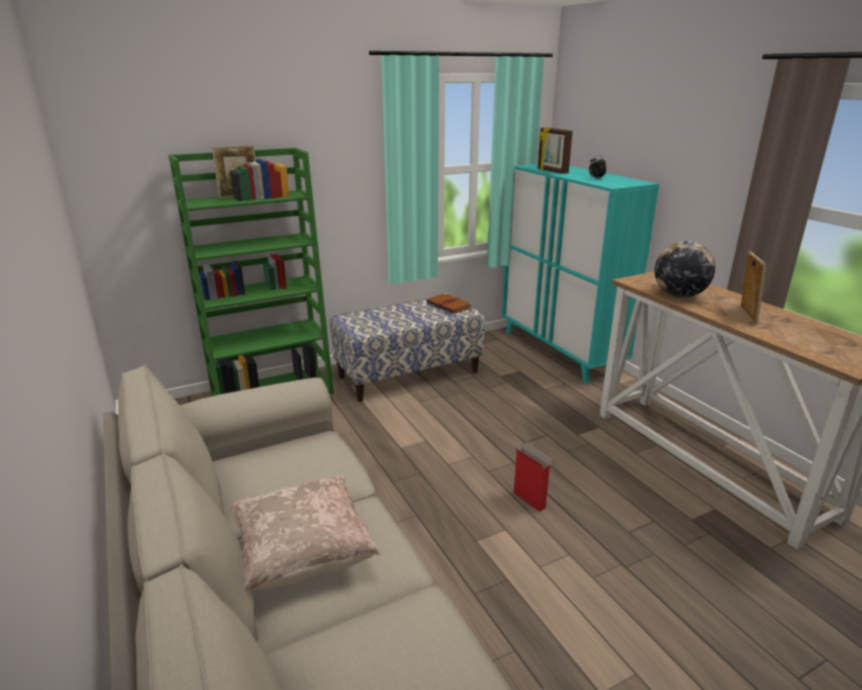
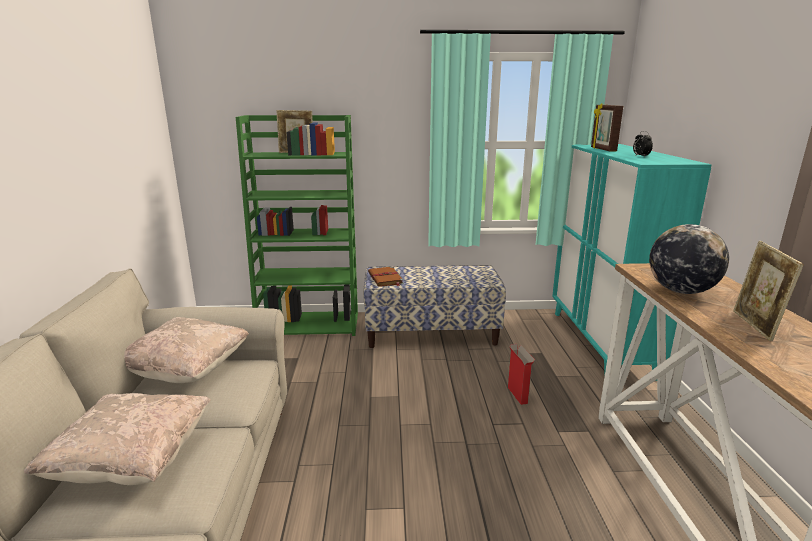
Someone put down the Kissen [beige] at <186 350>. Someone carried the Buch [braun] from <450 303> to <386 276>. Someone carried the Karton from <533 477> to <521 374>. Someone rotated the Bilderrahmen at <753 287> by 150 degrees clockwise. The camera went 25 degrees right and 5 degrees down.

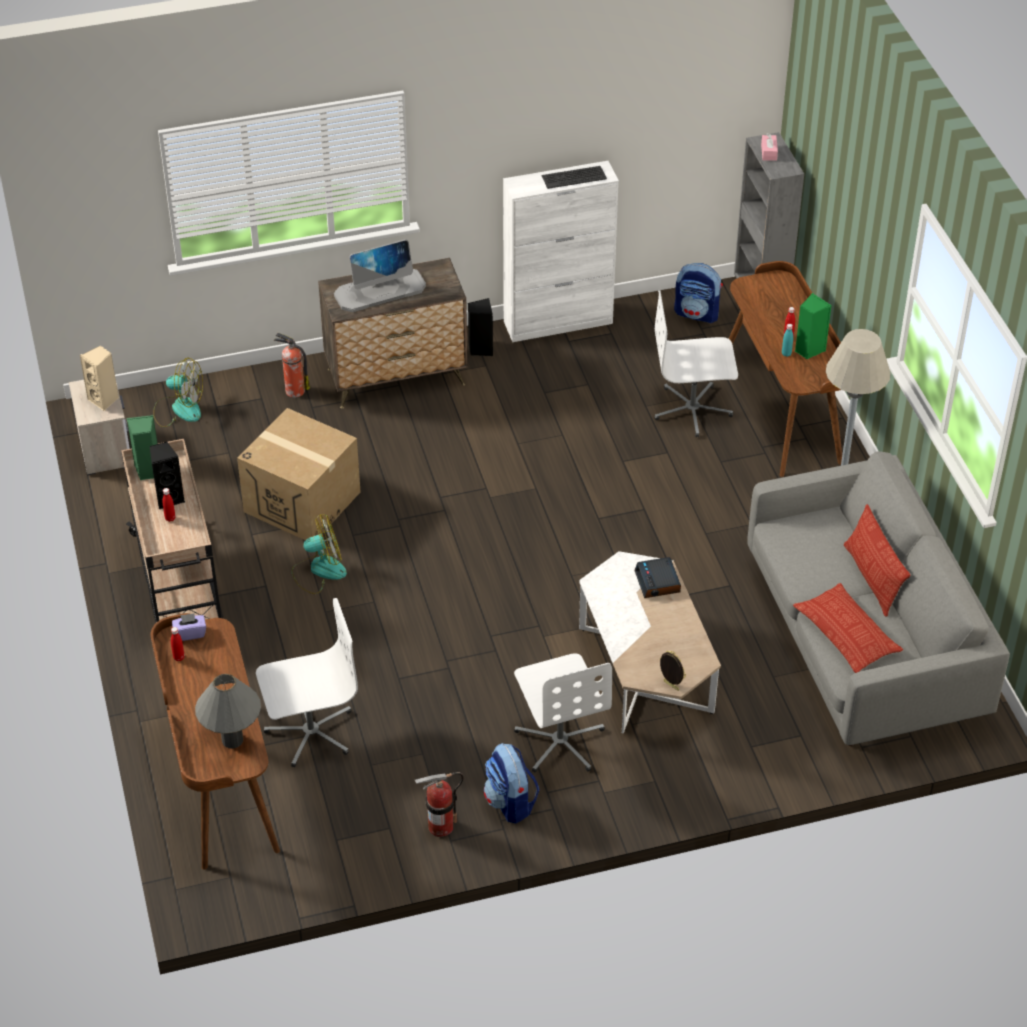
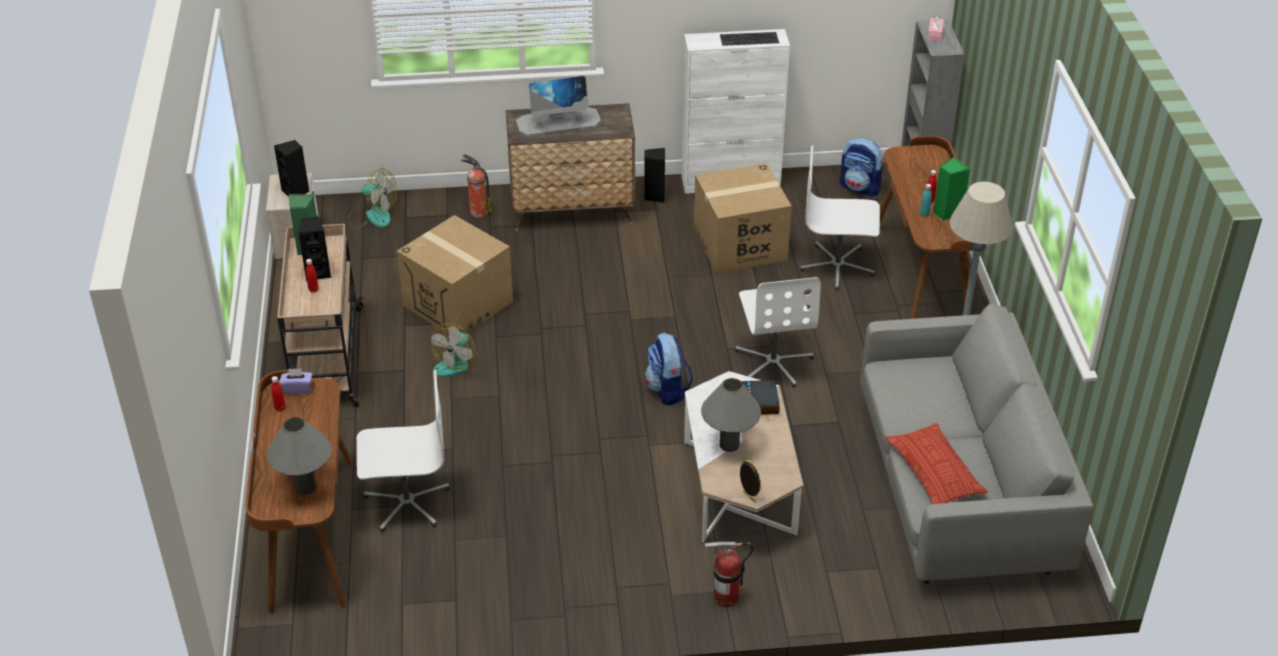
Someone took away the Kissen at <877 560>. Someone put down the Karton at <743 218>. Someone put down the Tischlampe [grau] at <731 415>. Someone carried the Feuerlöscher from <439 804> to <728 574>. Someone carried the Rucksack from <512 783> to <669 369>. Someone carried the Bürostuhl [weiß] from <563 713> to <778 332>. Someone repainted the Lautsprecher [beige] at <99 378>, which became the Lautsprecher [schwarz] at <292 168>. Someone rotated the Ventilator at <319 554> by 120 degrees clockwise. The camera went 10 degrees right and 5 degrees down.

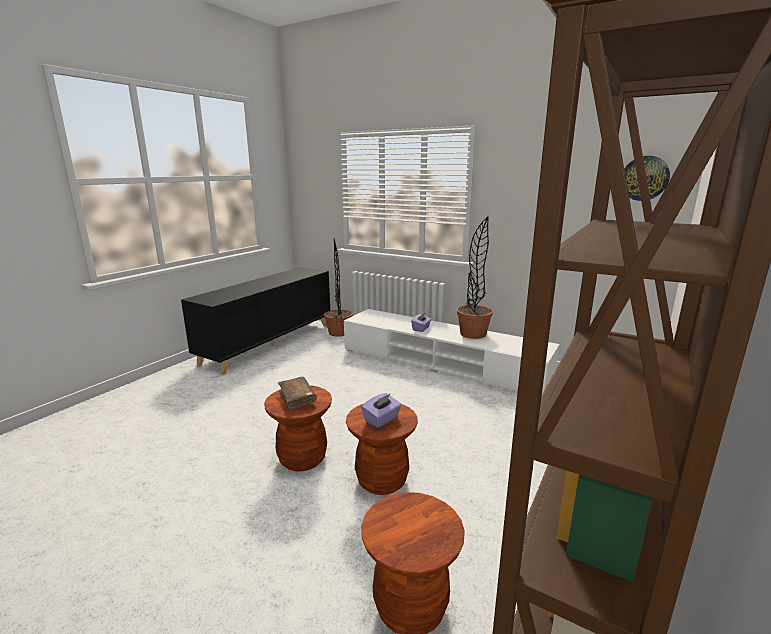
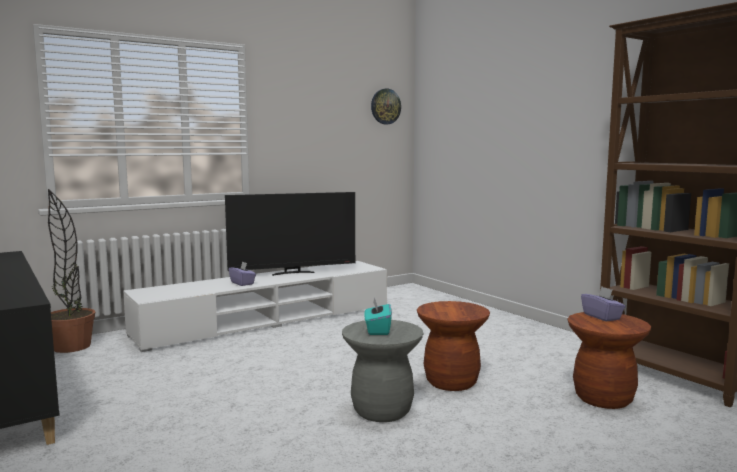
Someone carried the Taschentuchbox [lila] from <381 410> to <603 303>. Someone swapped the Buch [braun] at <297 394> for the Taschentuchbox [türkis] at <378 316>. Someone swapped the Topfpflanze at <475 277> for the Fernseher at <290 234>. Someone repainted the Hocker [braun] at <298 428>, which became the Hocker [grau] at <382 371>. The camera went 65 degrees left and 10 degrees down.

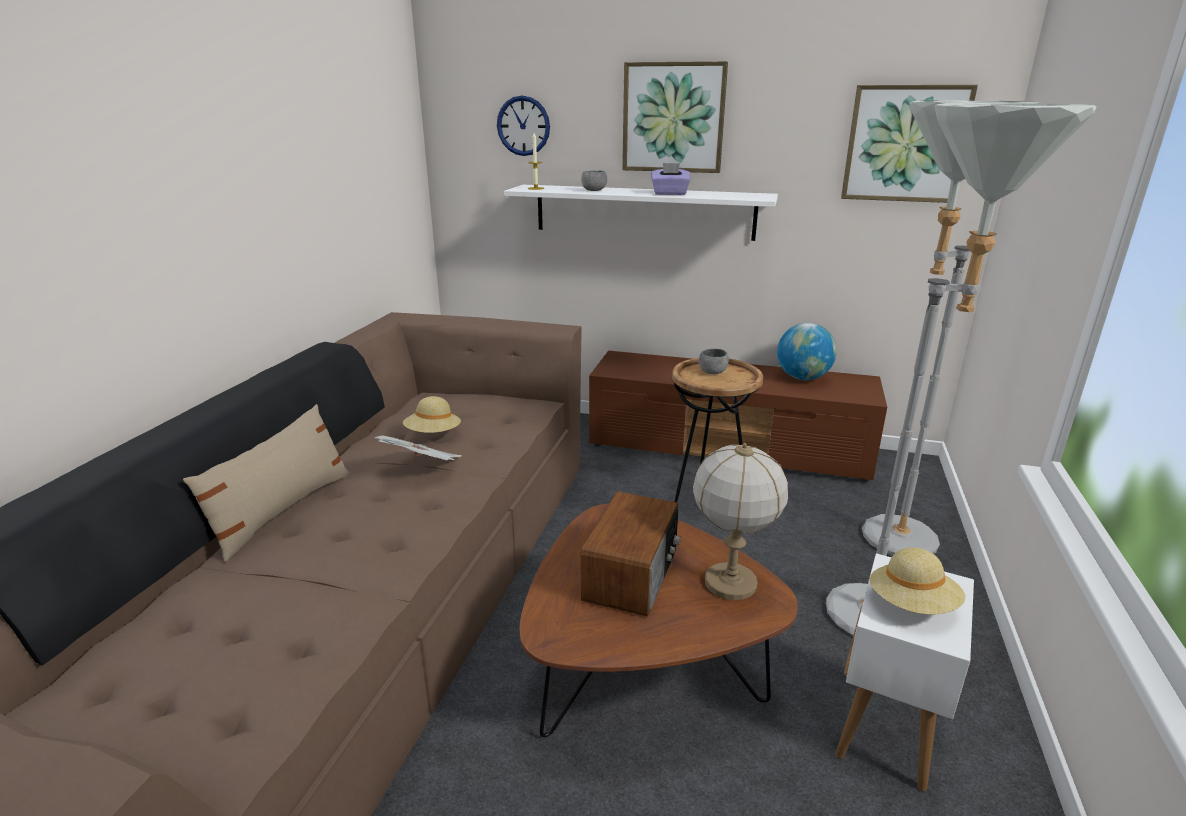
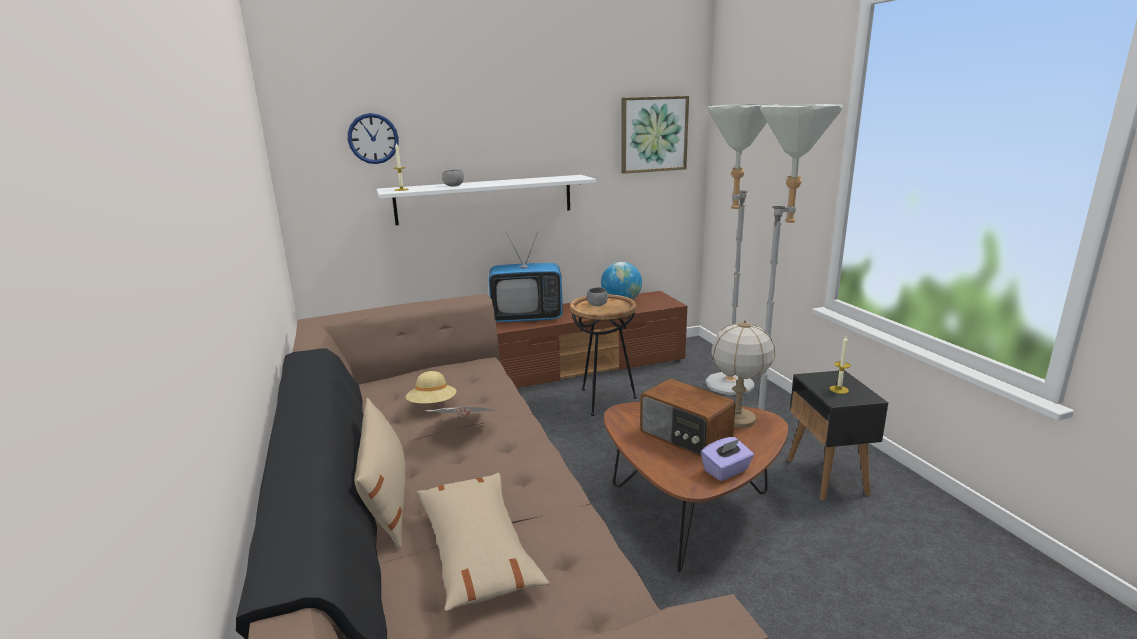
Someone took away the Bild at <675 117>. Someone put down the Kissen [beige] at <483 542>. Someone put down the Fernseher at <525 277>. Someone carried the Taschentuchbox [lila] from <670 179> to <727 459>. Someone swapped the Hut [beige] at <917 580> for the Kerze at <840 365>. Someone repainted the Beistelltisch [weiß] at <904 672>, which became the Beistelltisch [schwarz] at <837 435>. Someone rotated the Radio at <631 554> by 150 degrees clockwise. The camera went 35 degrees left and 5 degrees down.

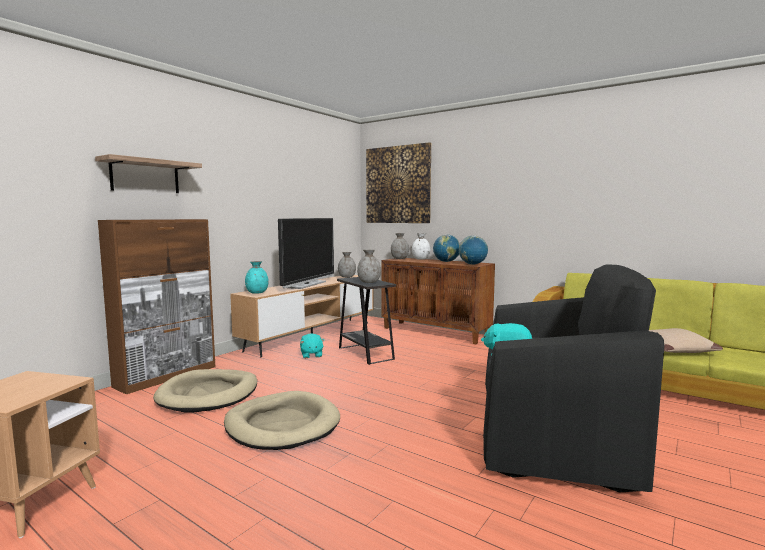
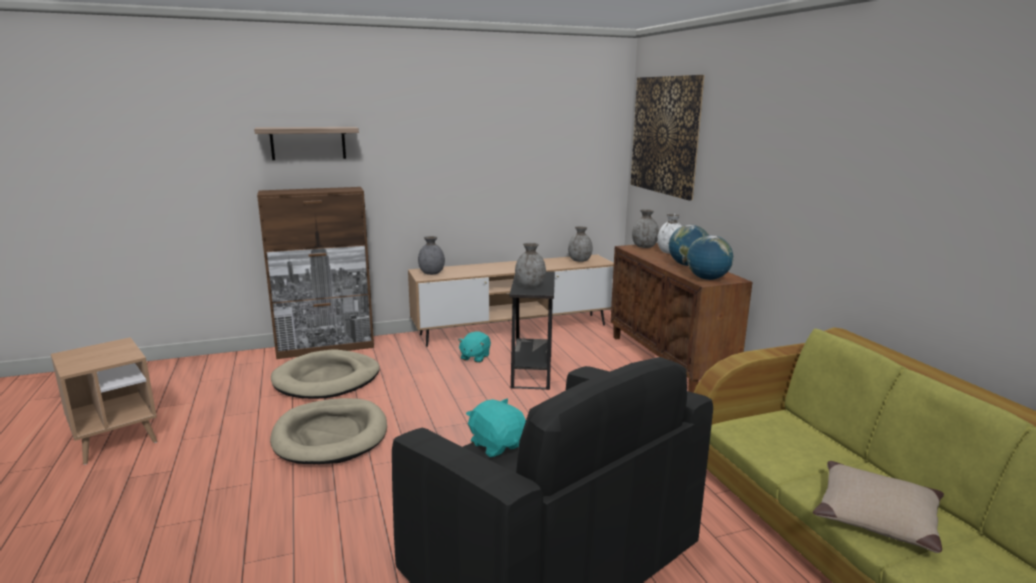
Someone took away the Fernseher at <306 253>. Someone repainted the Vase [türkis] at <257 277>, which became the Vase [grau] at <431 255>. The camera went 35 degrees right and 10 degrees up.

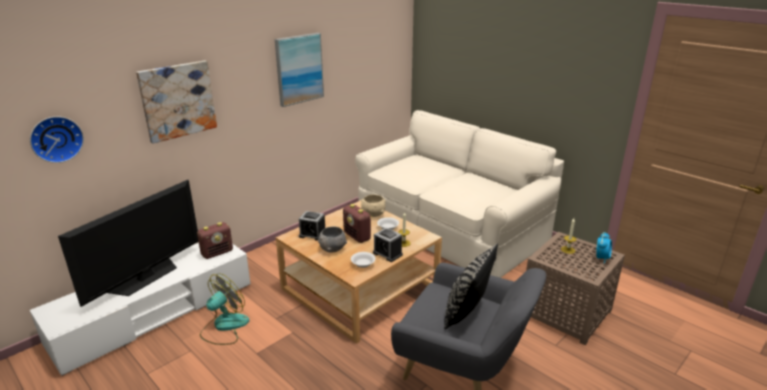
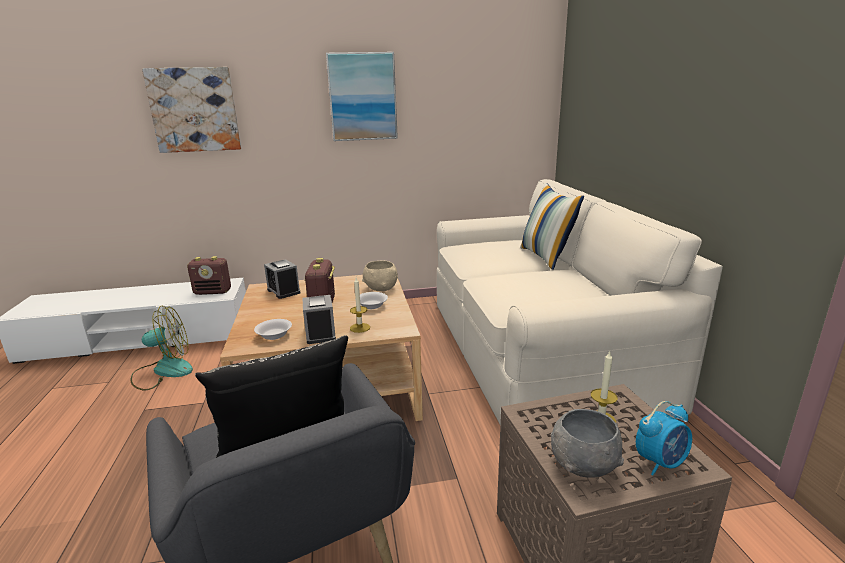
Someone took away the Wanduhr at <57 139>. Someone took away the Fernseher at <128 243>. Someone put down the Kissen at <552 226>. Someone carried the Schüssel [grau] from <332 239> to <587 443>. The camera went 35 degrees right and 5 degrees down.

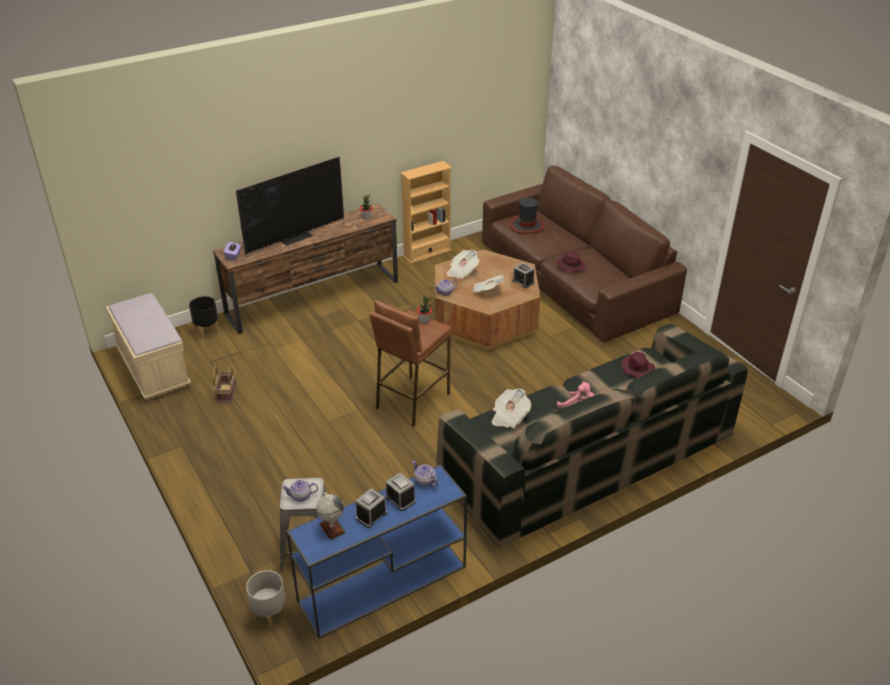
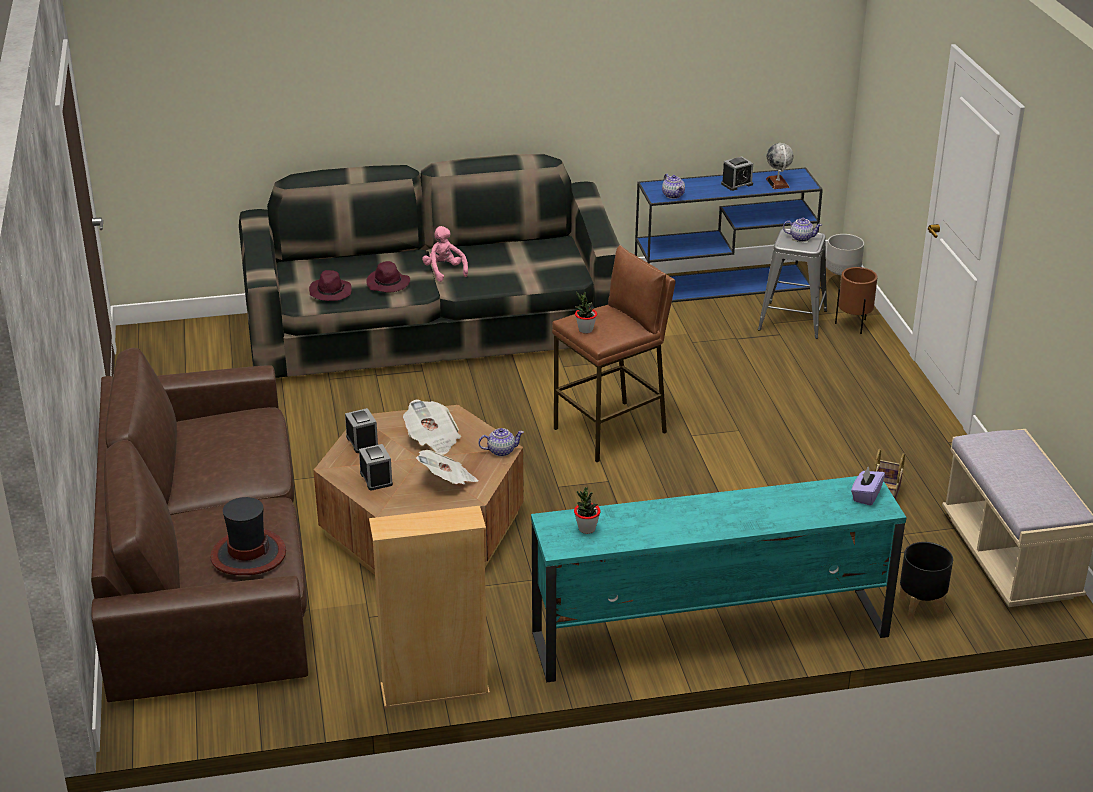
Someone took away the Fernseher at <290 205>. Someone took away the Zeitung at <511 408>. Someone put down the Pflanzkübel [braun] at <856 300>. Someone carried the Wecker from <400 491> to <376 467>. Someone carried the Hut [lila] from <571 262> to <388 276>. Someone repainted the Fernsehschrank [braun] at <305 268>, which became the Fernsehschrank [türkis] at <719 579>. The camera went 160 degrees left and 5 degrees down.

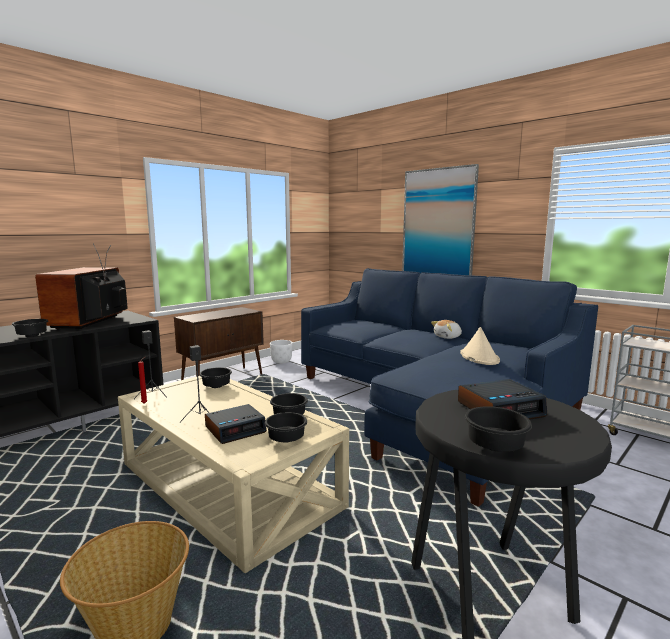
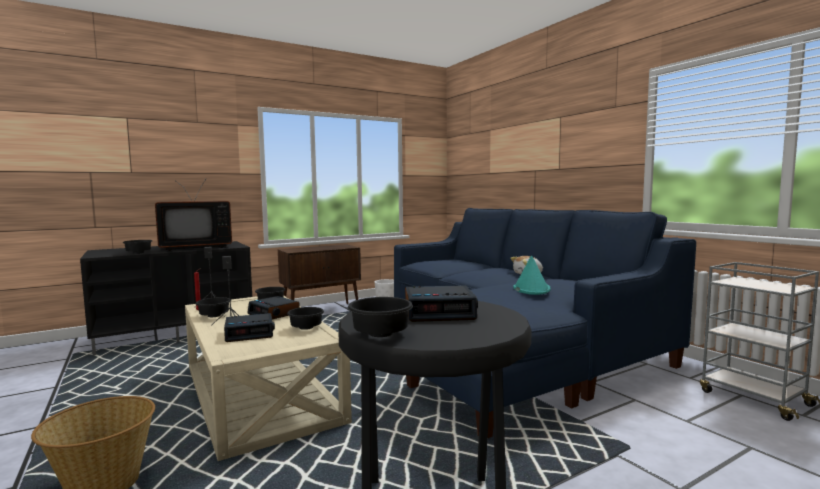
Someone took away the Bild at <440 219>. Someone put down the Wecker at <273 308>. Someone carried the Schüssel [schwarz] from <286 427> to <213 307>. Someone repainted the Hut [beige] at <480 346>, which became the Hut [türkis] at <532 275>. Someone rotated the Fernseher at <81 287> by 135 degrees counterclockwise. The camera went 15 degrees right and 5 degrees down.

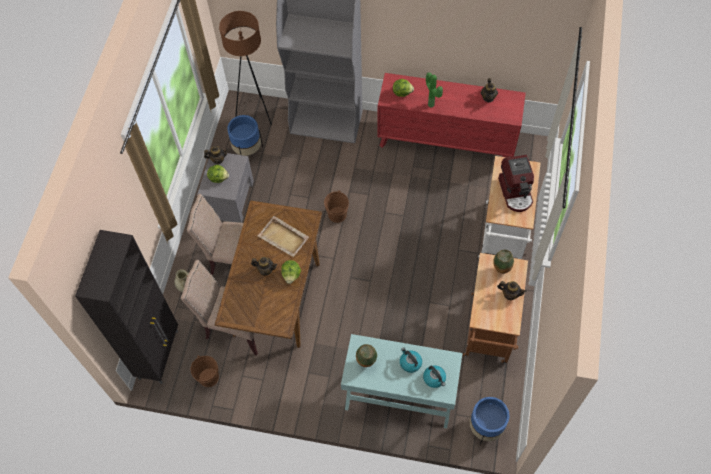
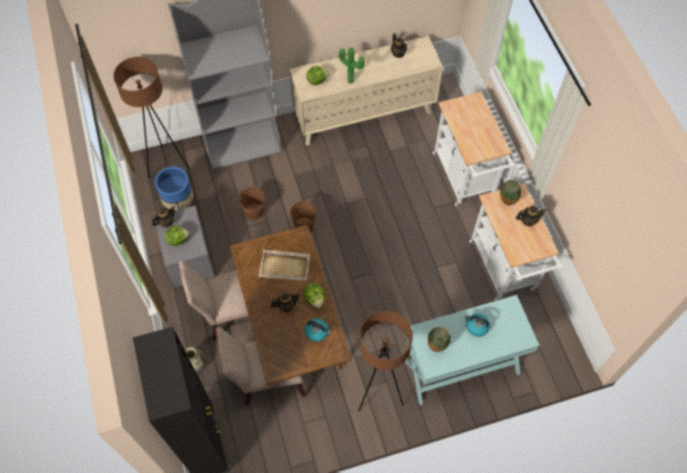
Someone took away the Pflanzkübel [blau] at <489 421>. Someone took away the Kaffeemaschine at <516 183>. Someone put down the Stehlampe [braun] at <385 361>. Someone carried the Eimer [braun] from <205 371> to <251 203>. Someone carried the Wasserkessel from <434 376> to <318 330>. Someone repainted the Kommode [rot] at <451 115>, which became the Kommode [beige] at <366 90>. Someone repainted the Rollwagen [braun] at <495 308>, which became the Rollwagen [weiß] at <516 242>. The camera went 30 degrees left and 0 degrees up.

